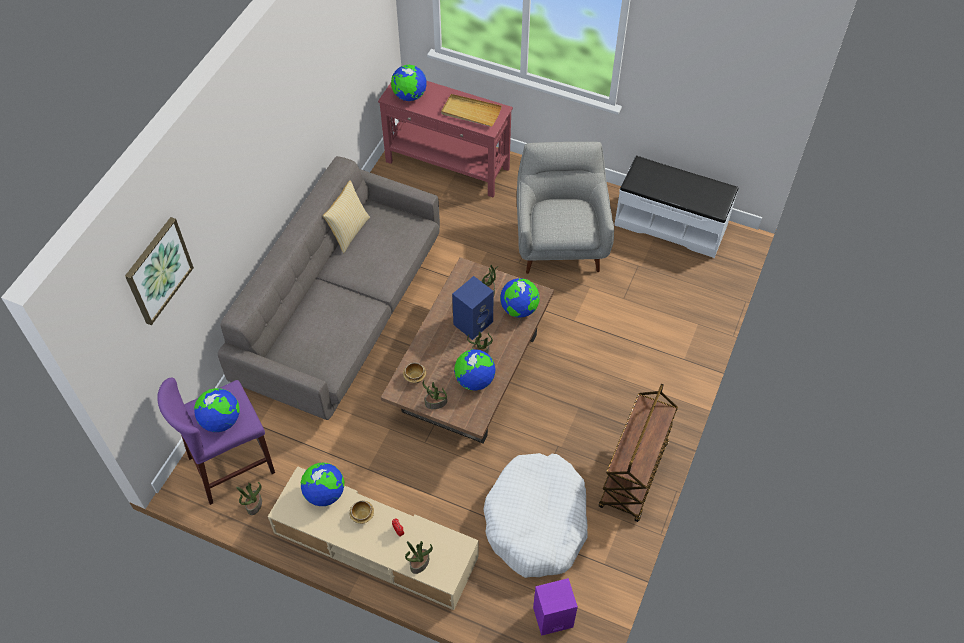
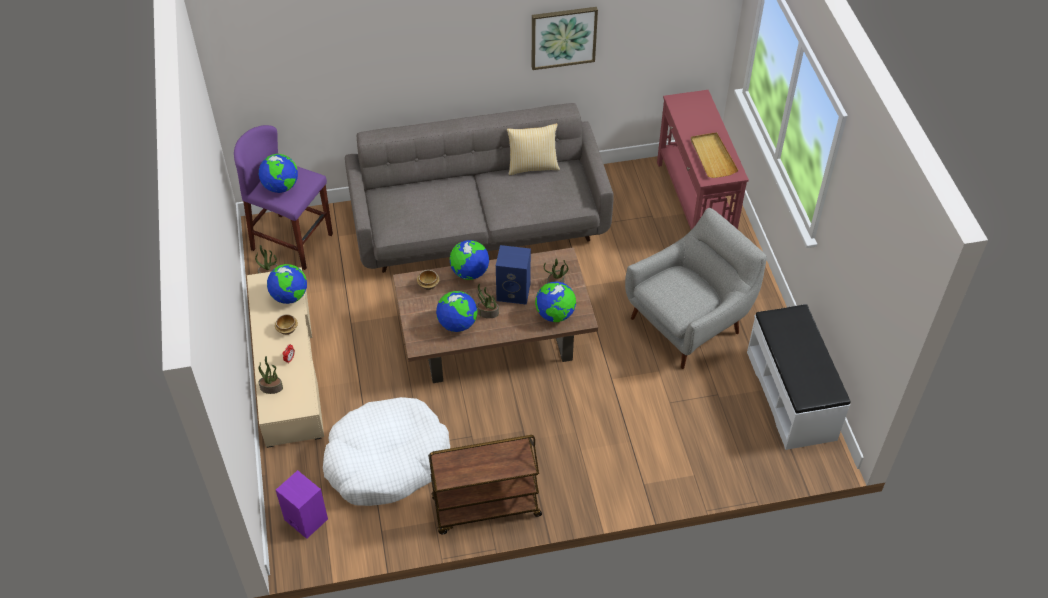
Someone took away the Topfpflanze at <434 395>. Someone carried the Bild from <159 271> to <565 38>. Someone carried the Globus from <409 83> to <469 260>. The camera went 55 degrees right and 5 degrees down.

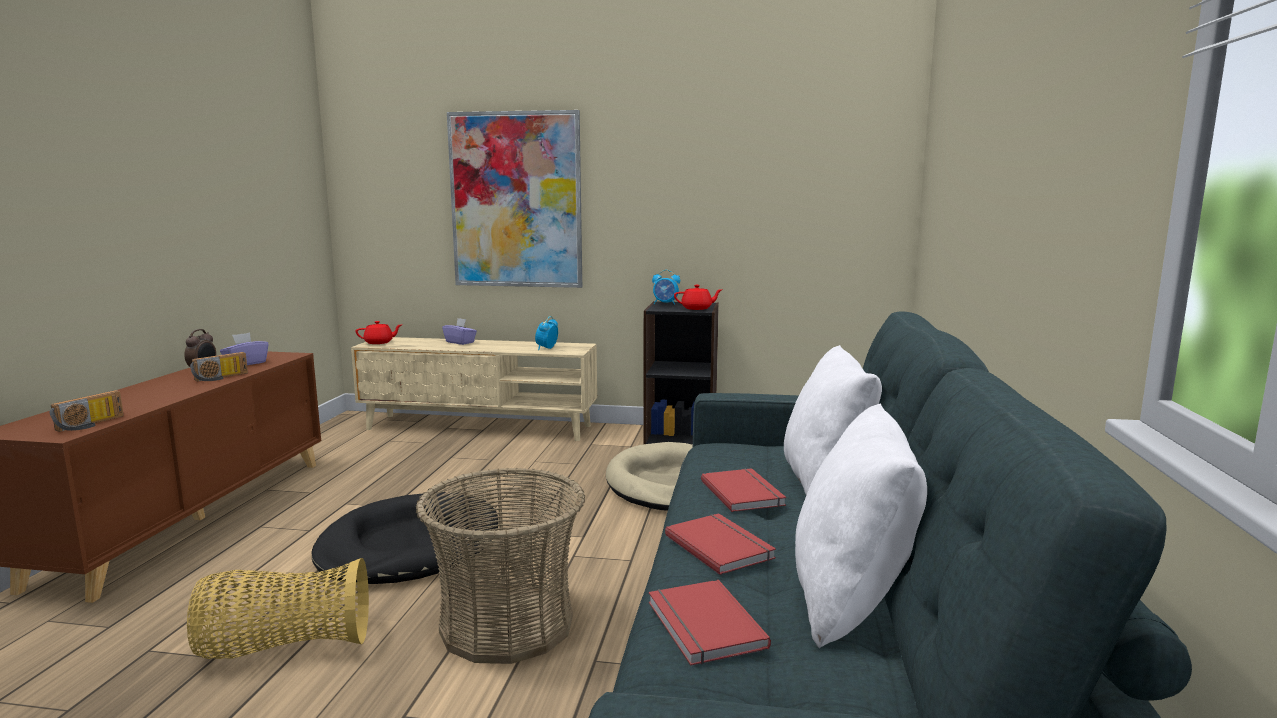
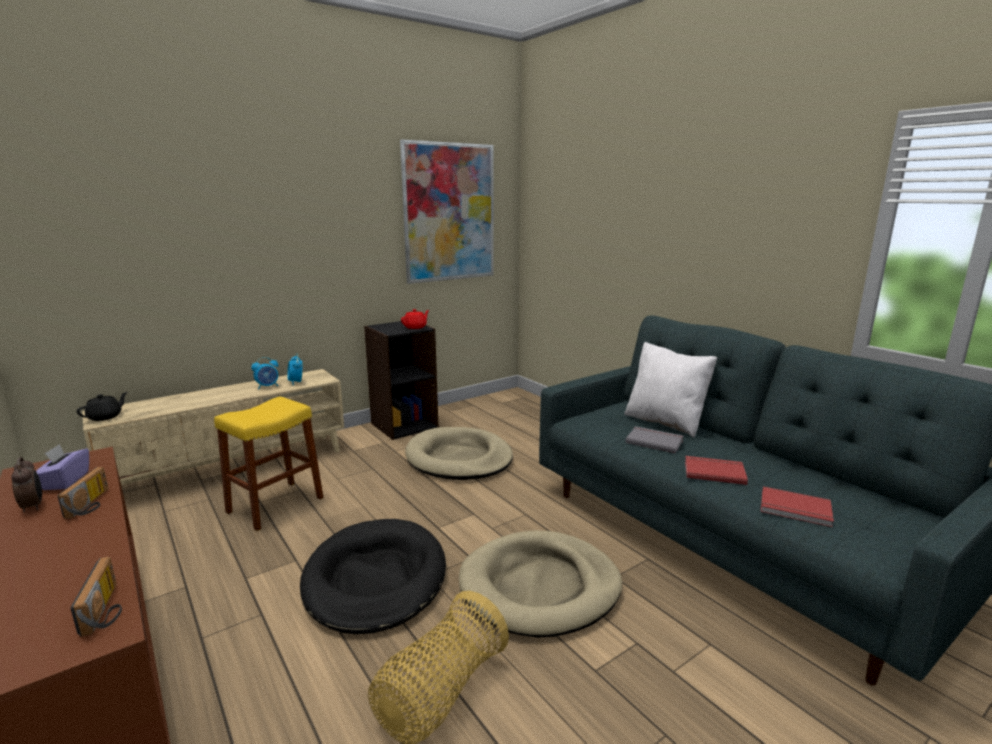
Someone took away the Taschentuchbox [lila] at <459 331>. Someone took away the Kissen [weiß] at <861 526>. Someone put down the Hocker [gelb] at <269 464>. Someone carried the Bild from <514 199> to <447 211>. Someone carried the Wecker from <666 287> to <264 373>. Someone swapped the Korb at <500 566> for the Hundebett [beige] at <540 584>. Someone repainted the Teekanne [rot] at <378 332>, which became the Teekanne [schwarz] at <102 406>. Someone repainted the Buch [rot] at <743 490>, which became the Buch [grau] at <654 439>. The camera went 45 degrees left and 5 degrees up.

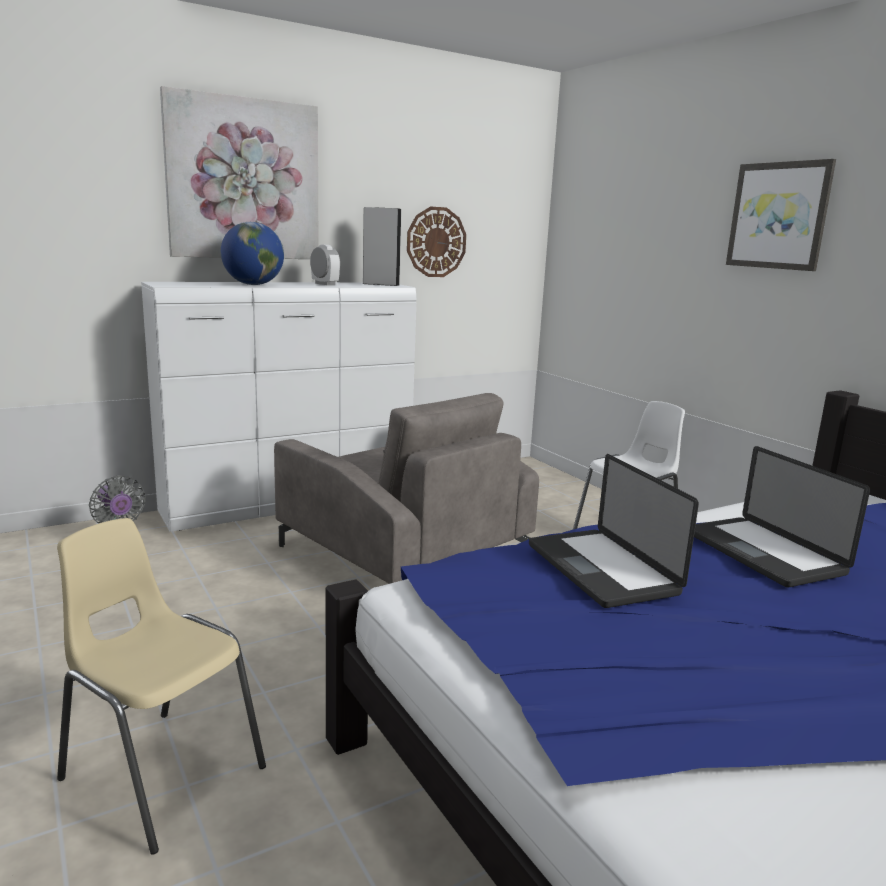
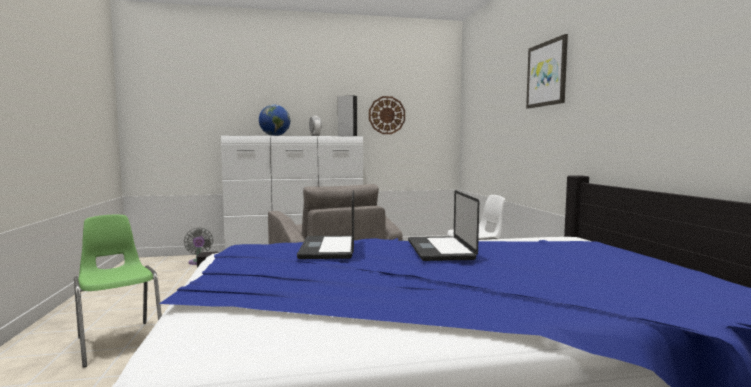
Someone took away the Bild at <239 172>. Someone repainted the Stuhl [beige] at <161 686>, which became the Stuhl [grün] at <118 291>. The camera went 20 degrees right and 10 degrees down.

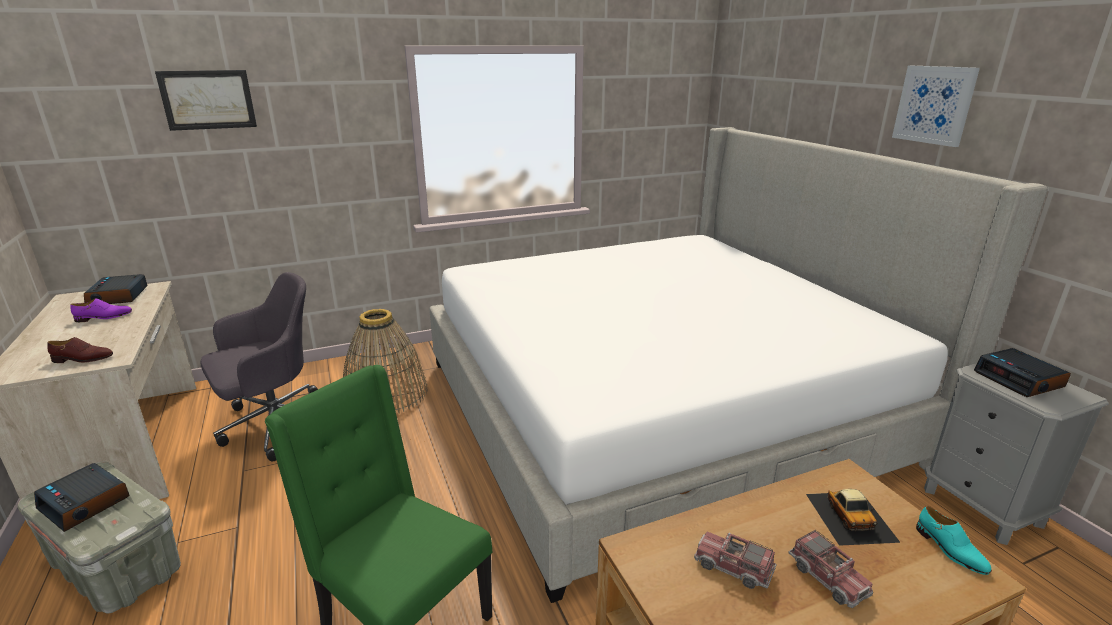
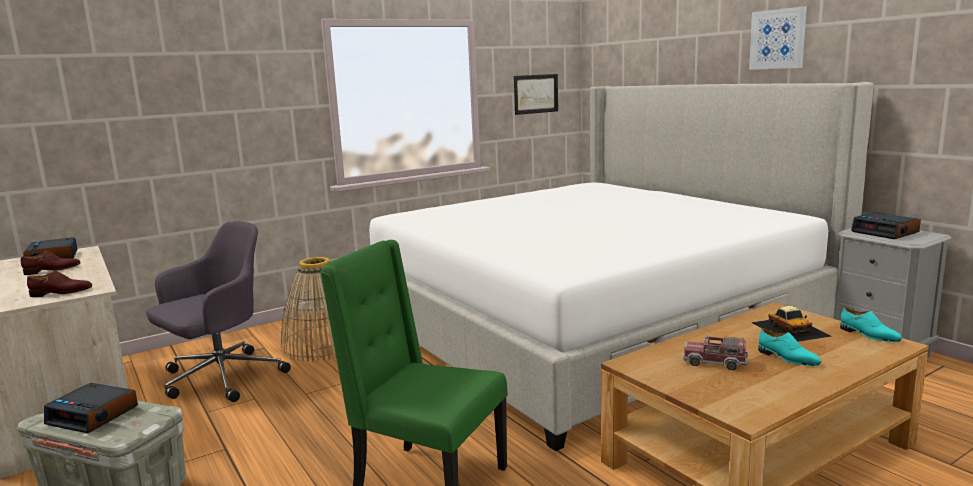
Someone carried the Bild from <206 100> to <536 94>. Someone swapped the Spielzeuglaster at <830 569> for the Schuh [türkis] at <789 347>. Someone repainted the Schuh [lila] at <101 310>, which became the Schuh [braun] at <50 263>. The camera went 10 degrees left and 10 degrees down.

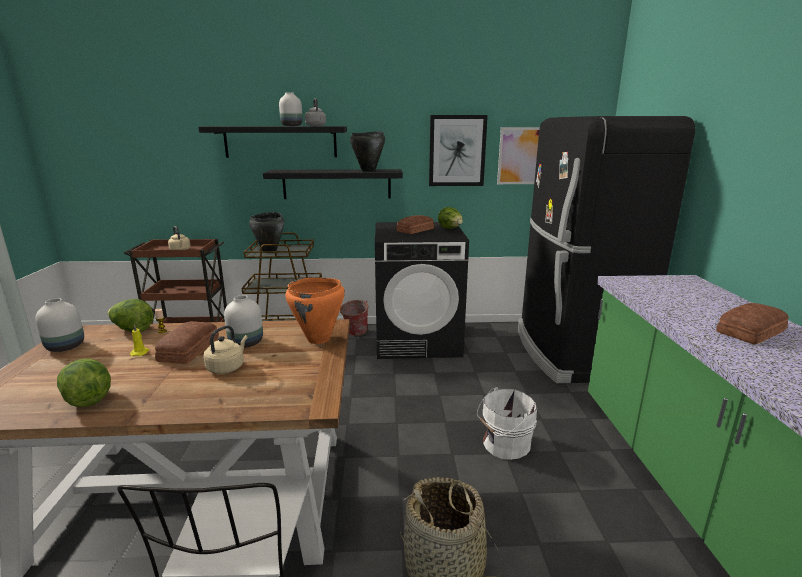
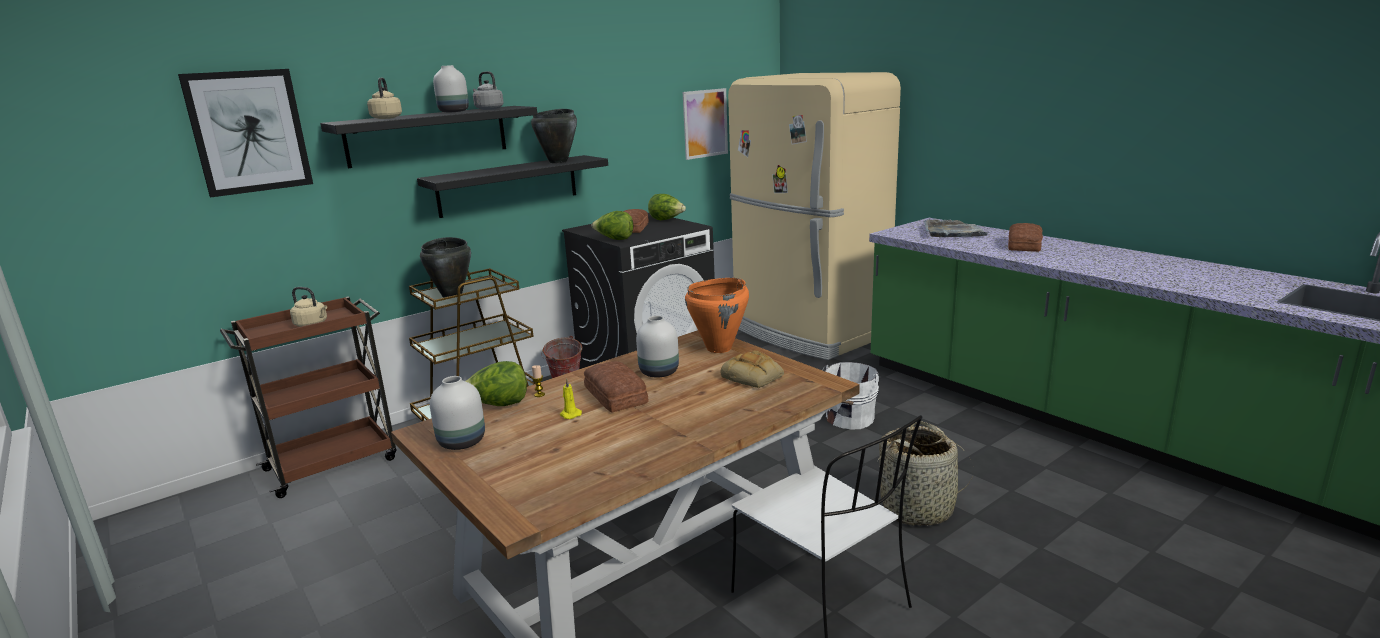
Someone put down the Brot at <752 369>. Someone put down the Tablett [grau] at <956 228>. Someone carried the Salatkopf from <84 383> to <612 225>. Someone carried the Wasserkessel [beige] from <225 349> to <384 98>. Someone carried the Bild from <458 150> to <245 133>. Someone repainted the Kühlschrank [schwarz] at <606 249>, which became the Kühlschrank [beige] at <814 216>. The camera went 35 degrees left and 0 degrees up.

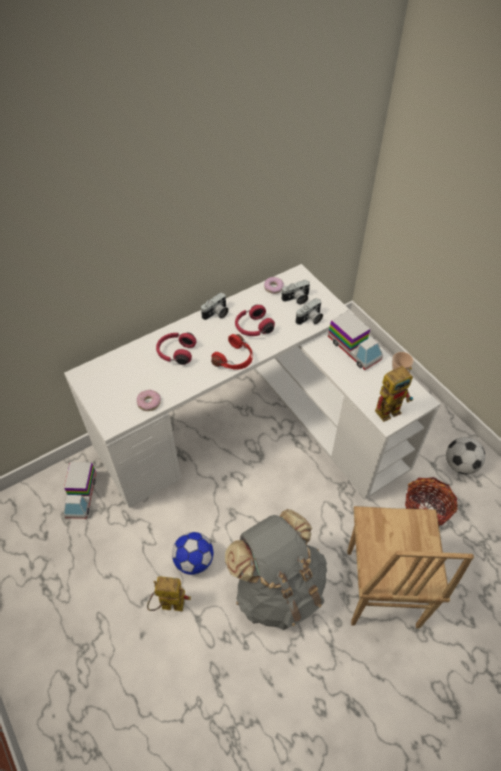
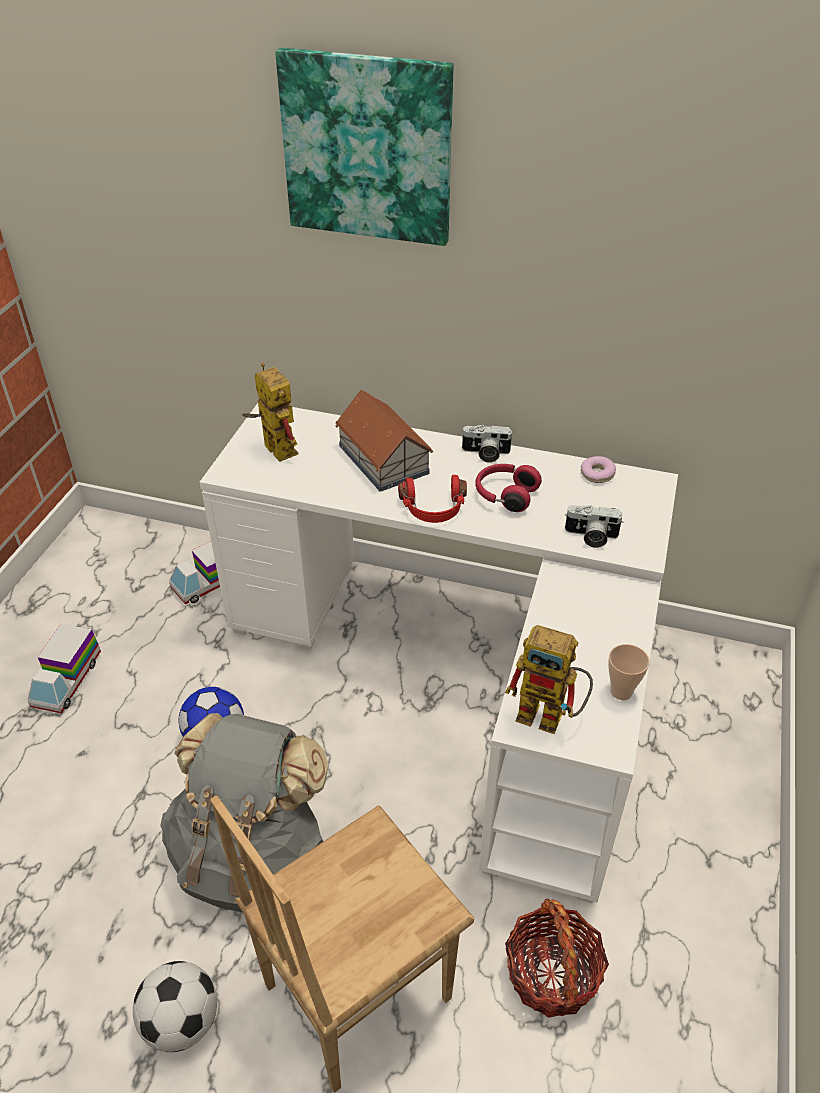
Someone took away the Donut at <149 400>. Someone took away the Kamera at <295 292>. Someone put up the Bild at <364 147>. Someone carried the Spielzeugroboter from <169 593> to <270 412>. Someone carried the Spielzeuglaster from <355 340> to <64 668>. Someone carried the Fußball from <465 455> to <175 1006>. Someone swapped the Kopfhörer [rot] at <176 349> for the Spielzeughaus at <384 441>. The camera went 50 degrees right and 10 degrees down.

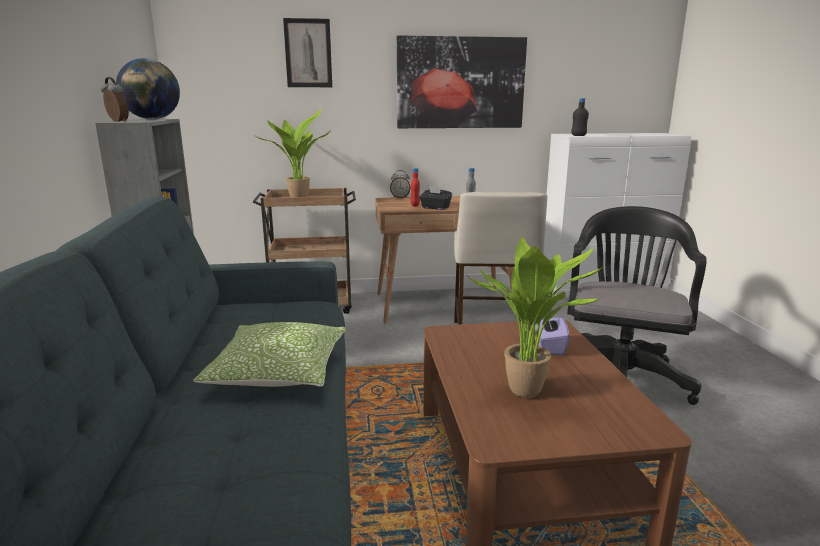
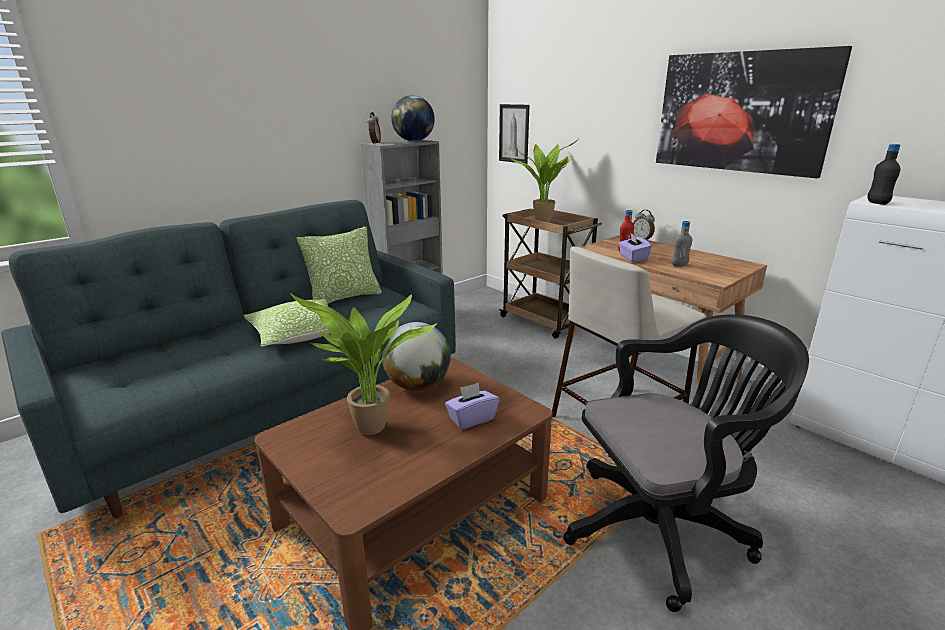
Someone put down the Kissen at <339 265>. Someone put down the Globus at <416 356>. Someone carried the Bild from <307 52> to <514 134>. Someone repainted the Taschentuchbox [schwarz] at <435 197>, which became the Taschentuchbox [lila] at <635 247>. The camera went 55 degrees right and 5 degrees up.

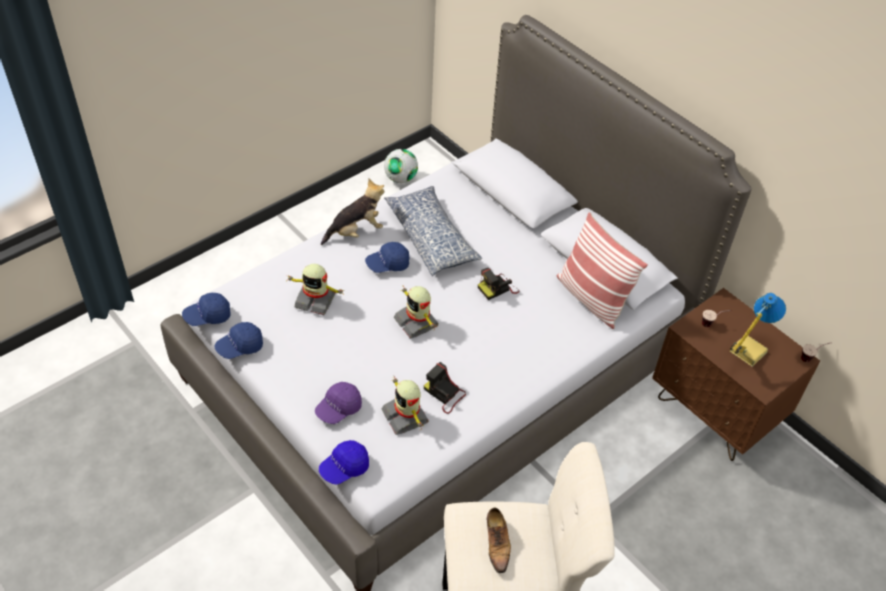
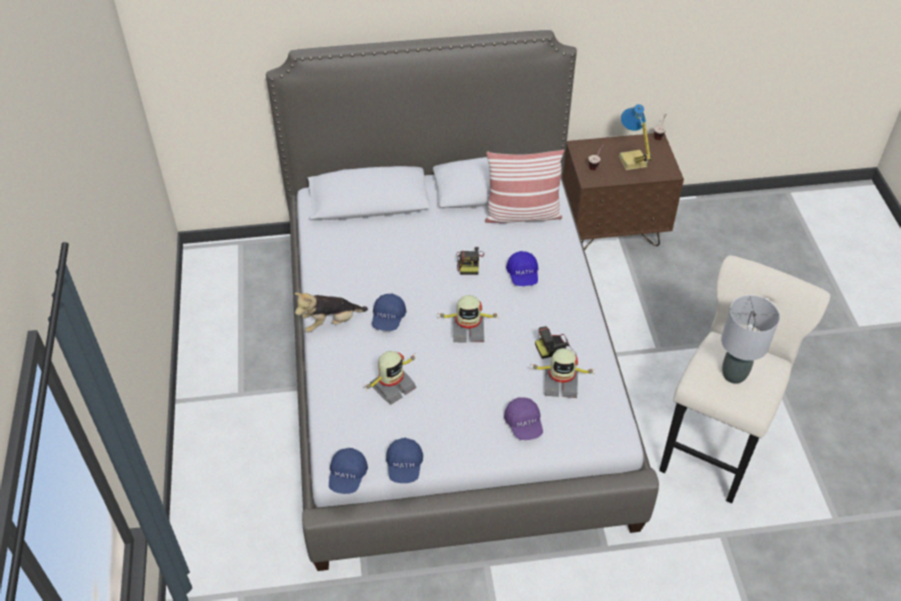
Someone took away the Fußball at <401 166>. Someone took away the Kissen at <433 231>. Someone carried the Kappe [blau] from <344 462> to <522 268>. Someone swapped the Schuh at <499 540> for the Tischlampe [grau] at <750 339>. Someone rotated the Plüschtier at <353 212> by 120 degrees counterclockwise. The camera went 55 degrees left and 0 degrees up.

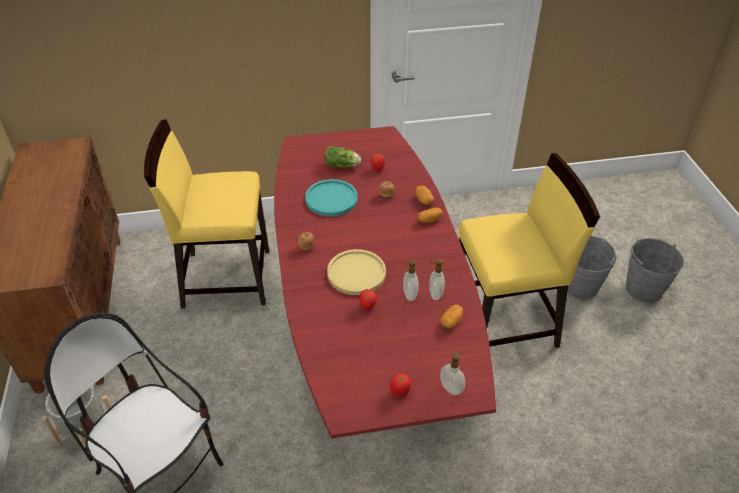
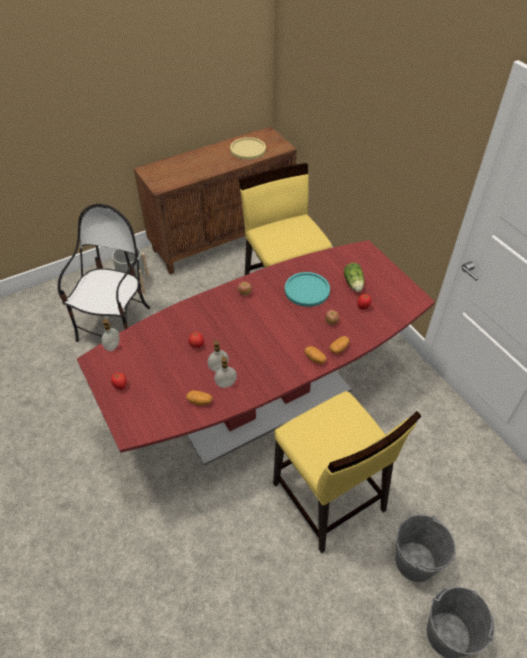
Someone carried the Teller [gelb] from <356 272> to <248 148>. Someone carried the Seifenspender from <452 373> to <111 335>. The camera went 70 degrees right and 5 degrees up.

